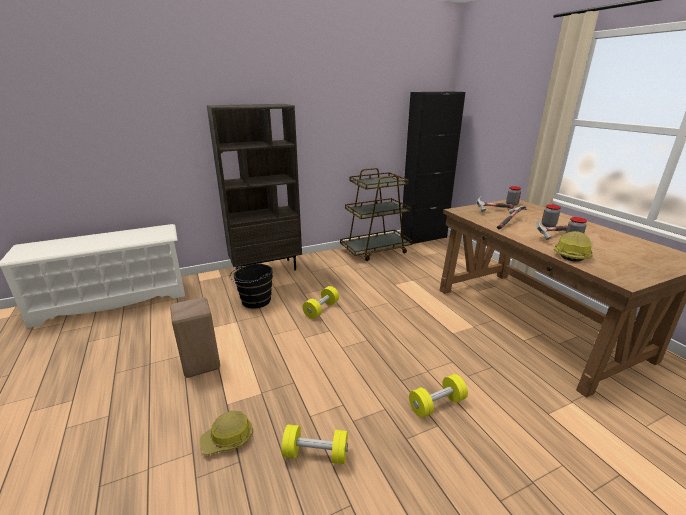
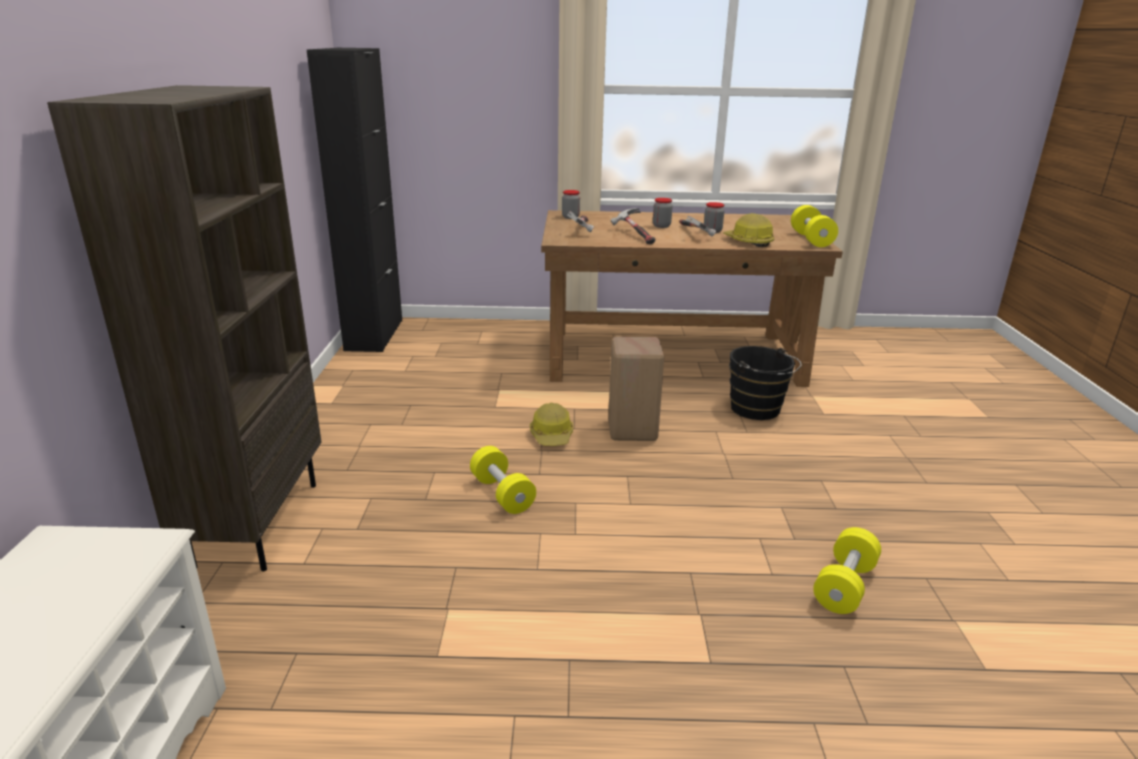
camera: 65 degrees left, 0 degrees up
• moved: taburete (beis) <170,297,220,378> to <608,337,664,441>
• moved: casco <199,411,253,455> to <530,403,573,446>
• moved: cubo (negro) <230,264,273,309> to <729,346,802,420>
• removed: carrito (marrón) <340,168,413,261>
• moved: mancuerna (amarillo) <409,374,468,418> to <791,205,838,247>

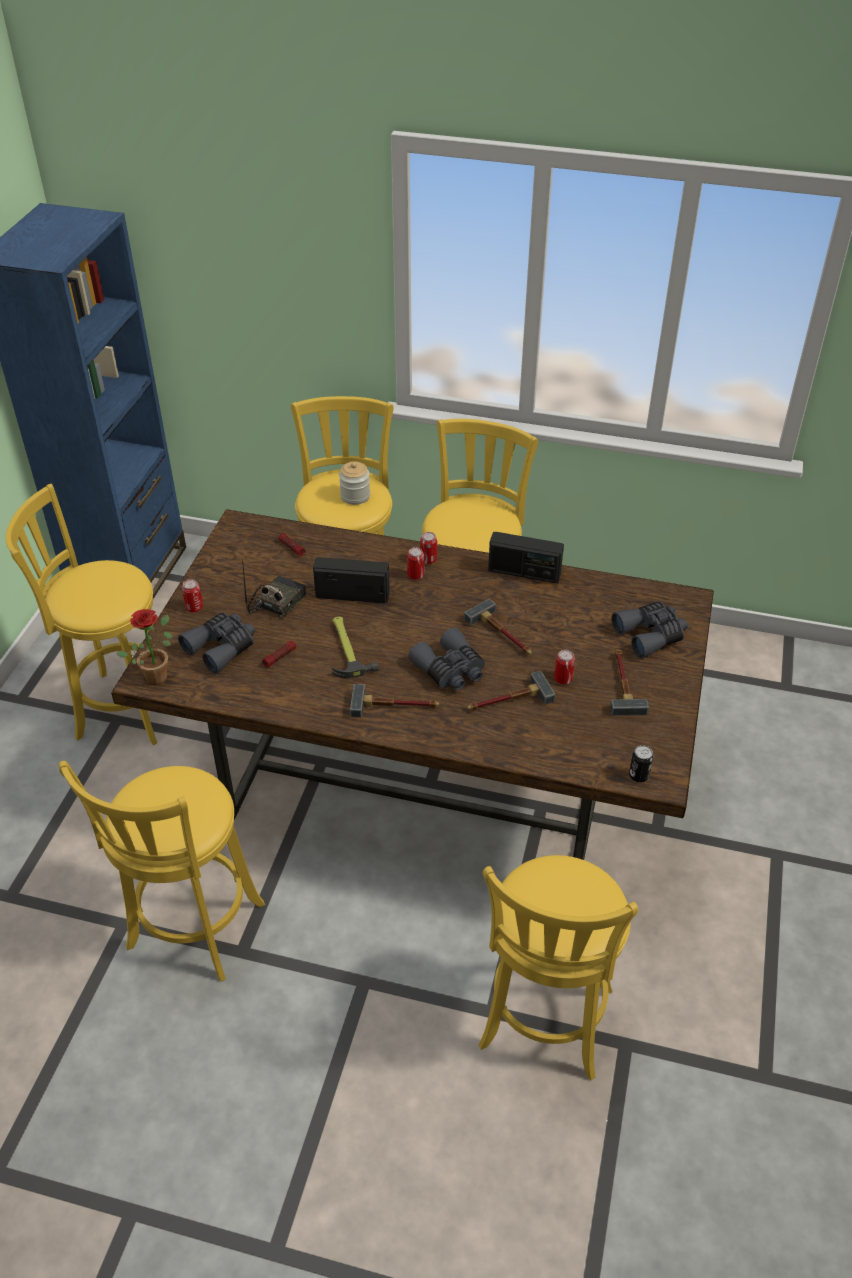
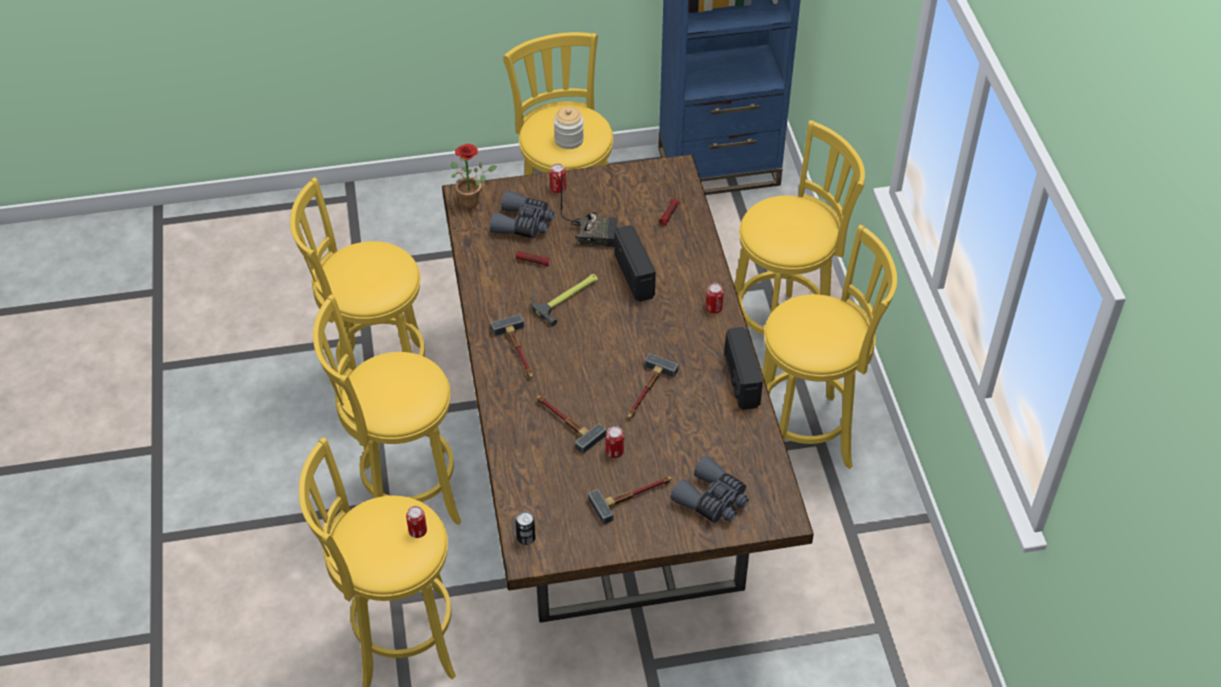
camera: 65 degrees right, 5 degrees up
• moved: tarro <339,461,370,505> to <554,107,584,149>
• moved: lata <407,547,424,580> to <406,506,427,538>
• removed: prismáticos (gris) <408,628,485,690>
• added: taburete (amarillo) <313,294,461,525>

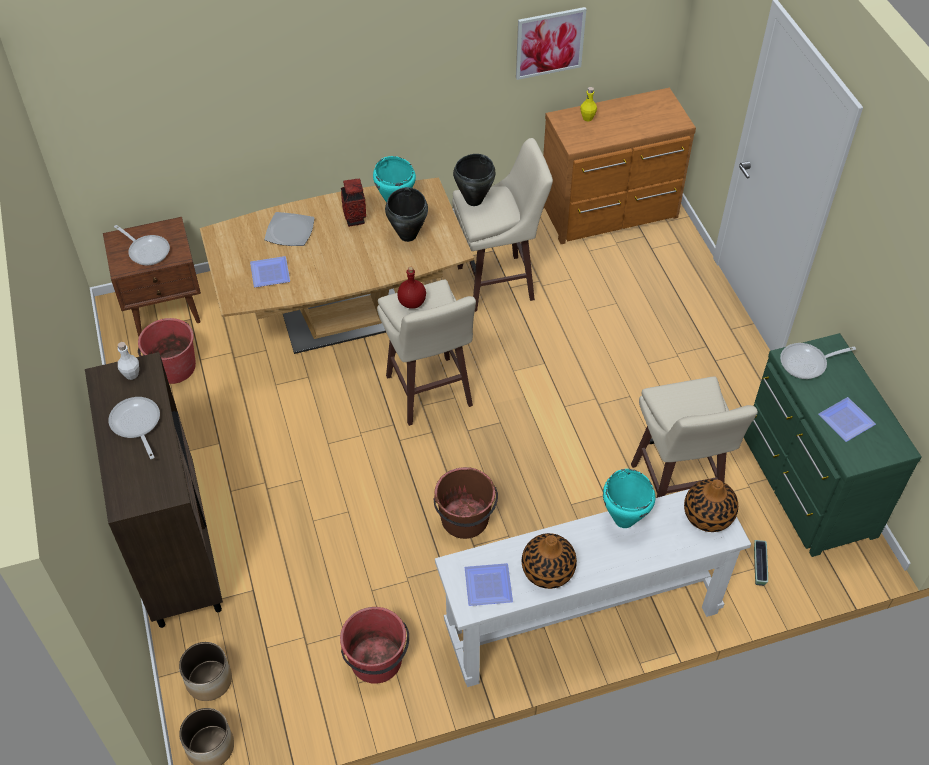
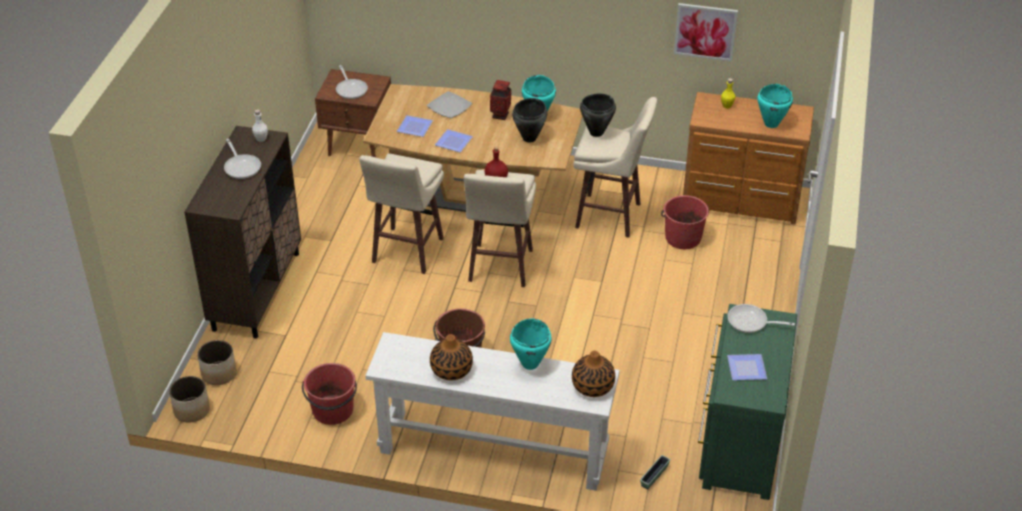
camera: 30 degrees right, 10 degrees down
• turned: sartén <109,397,160,459> = <224,139,261,179> 150 degrees clockwise
• moved: cubo (rojo) <138,318,196,384> to <661,195,709,249>
• moved: plato <465,563,513,606> to <435,129,473,152>
• moved: taburete (beis) <631,377,758,498> to <359,154,444,274>
• added: olla (turquesa) <757,84,793,128>

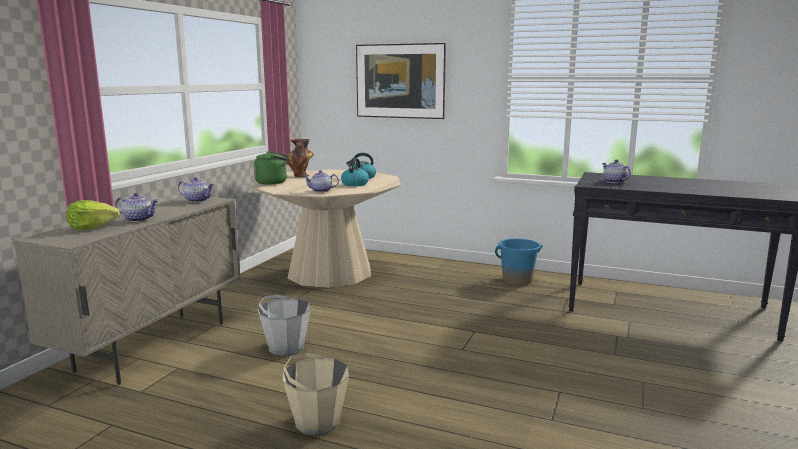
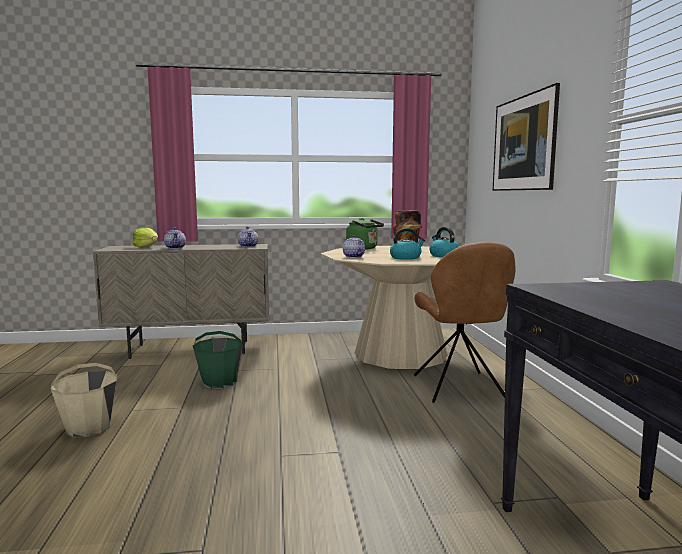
camera: 60 degrees right, 5 degrees down
• recoloured: cubo (gris) <258,295,311,356> to cubo (verde) <193,331,243,389>
• removed: cubo (azul) <495,238,543,286>
• removed: tetera <602,160,631,183>
• added: silla (marrón) <414,242,515,403>

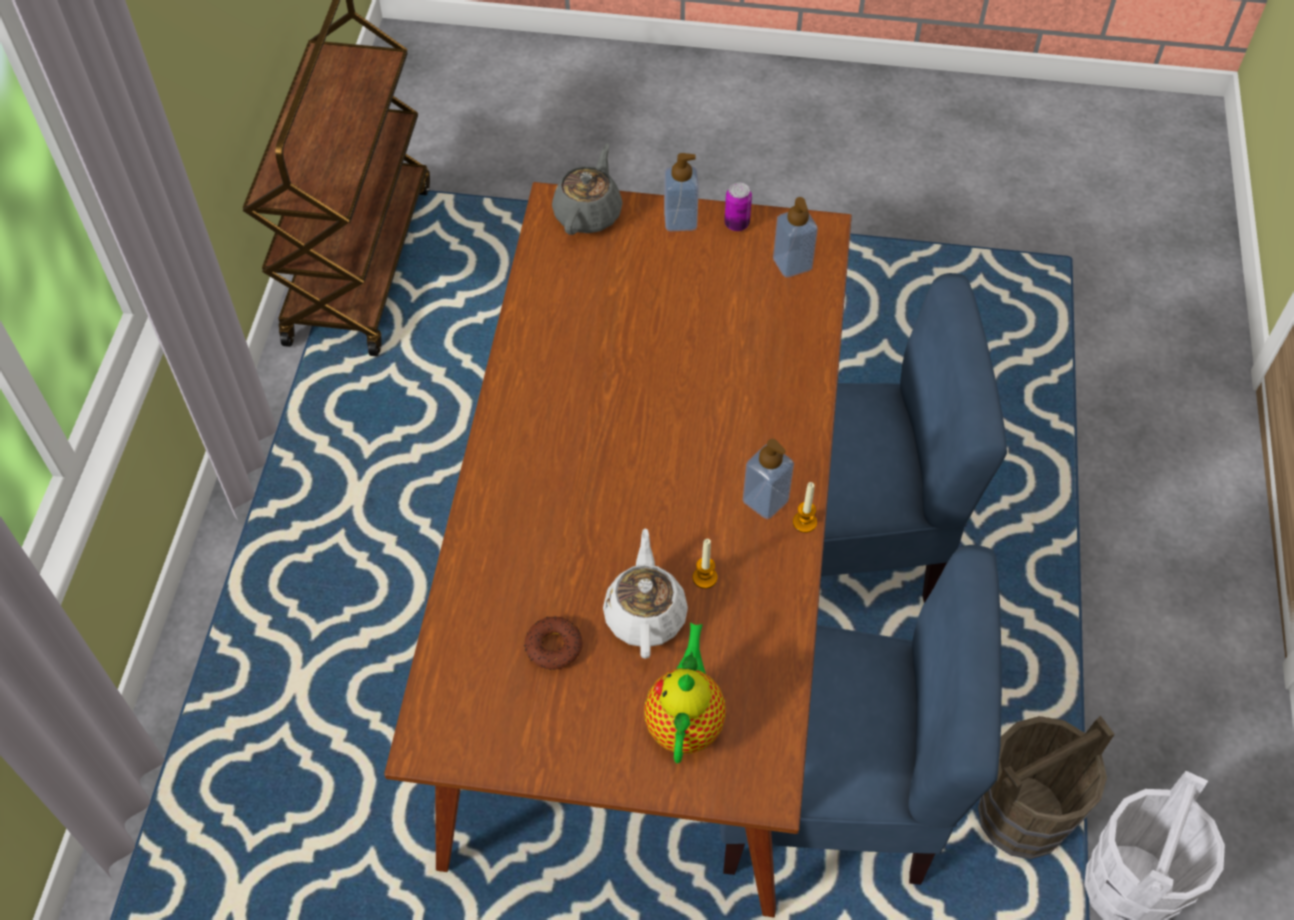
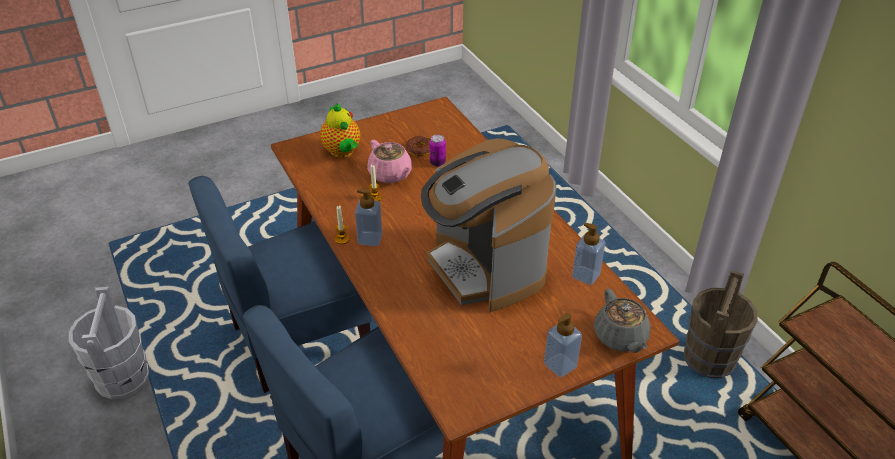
camera: 145 degrees right, 15 degrees down
• recoloured: tetera (blanco) <603,528,688,659> to tetera (rosa) <367,140,412,183>
• moved: lata <724,182,752,231> to <430,135,446,167>
• moved: dispensador de jabón <773,197,818,278> to <572,223,605,285>
• moved: cubo (marrón) <978,716,1115,859> to <684,270,758,378>
• added: cafetera <421,138,556,312>

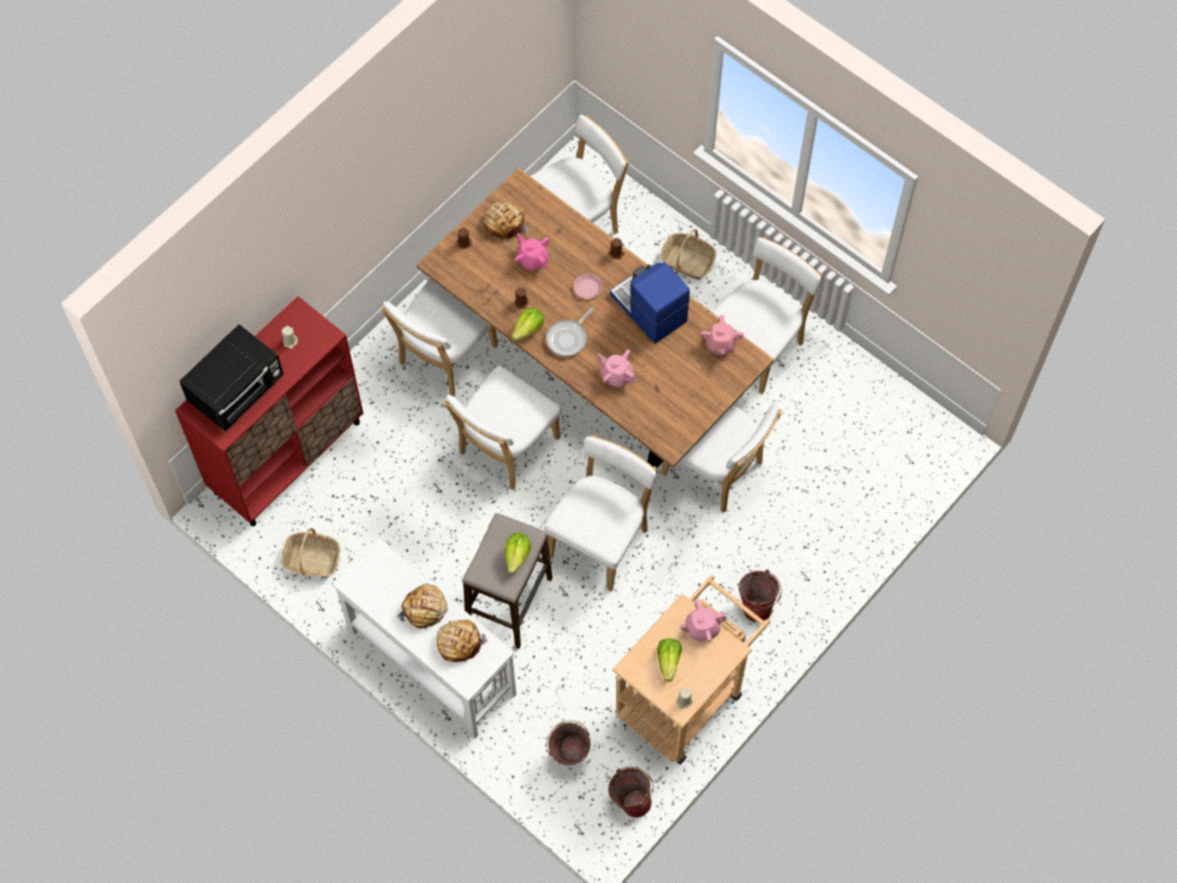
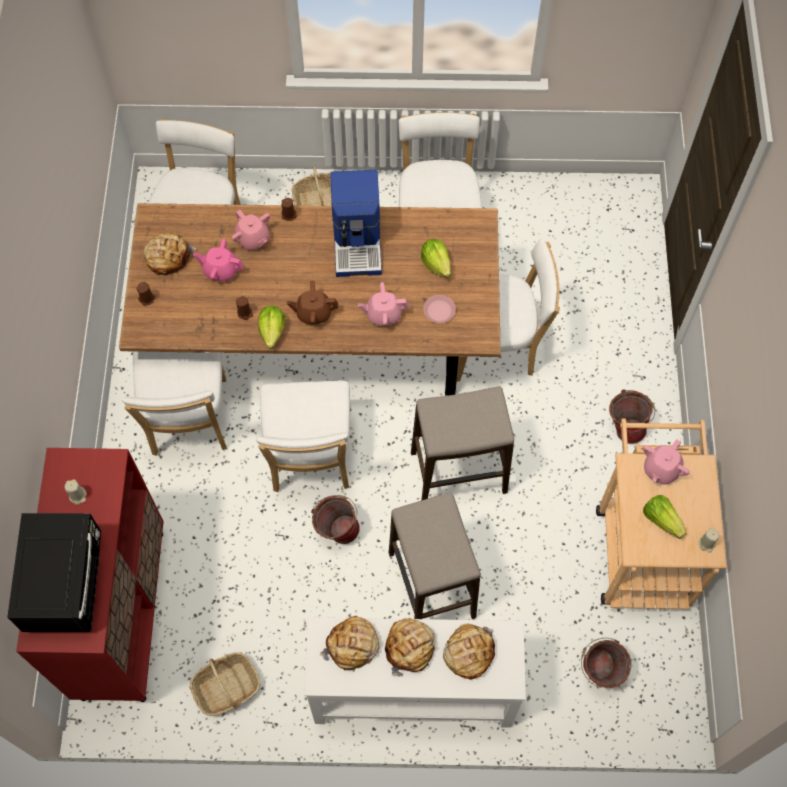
camera: 40 degrees left, 0 degrees up
• moved: lechuga <505,533,531,574> to <421,239,451,278>
• replaced: silla (blanco) <544,434,658,592> to taburete <411,387,514,500>
• replaced: sartén <546,307,594,357> to tetera (marrón) <287,281,338,324>
• moved: plato (rosa) <573,274,603,299> to <423,295,456,323>
• moved: cubo <608,767,654,818> to <311,495,360,544>
• turned: cafetera <610,263,690,344> = <330,170,382,277> 105 degrees counterclockwise
• moved: tetera (rosa) <700,315,744,355> to <232,210,270,251>
• added: pan <320,616,379,672>

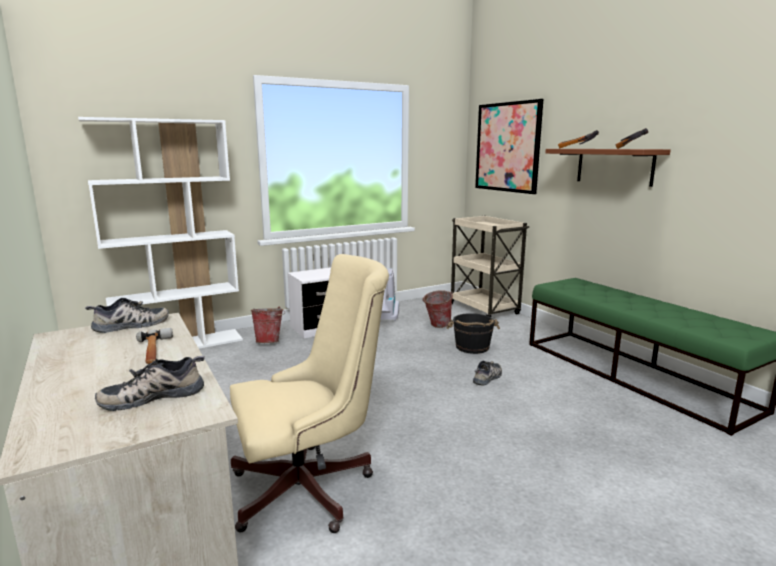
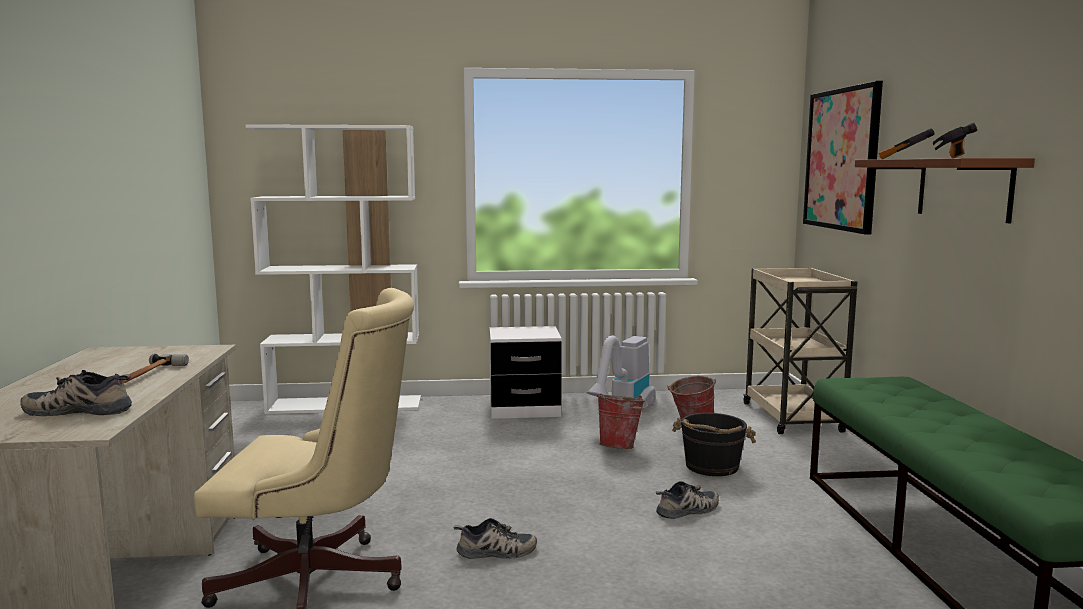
camera: 25 degrees right, 5 degrees down
• moved: zapato <85,298,169,333> to <454,518,537,559>
• moved: cubo <250,307,285,343> to <597,394,647,449>

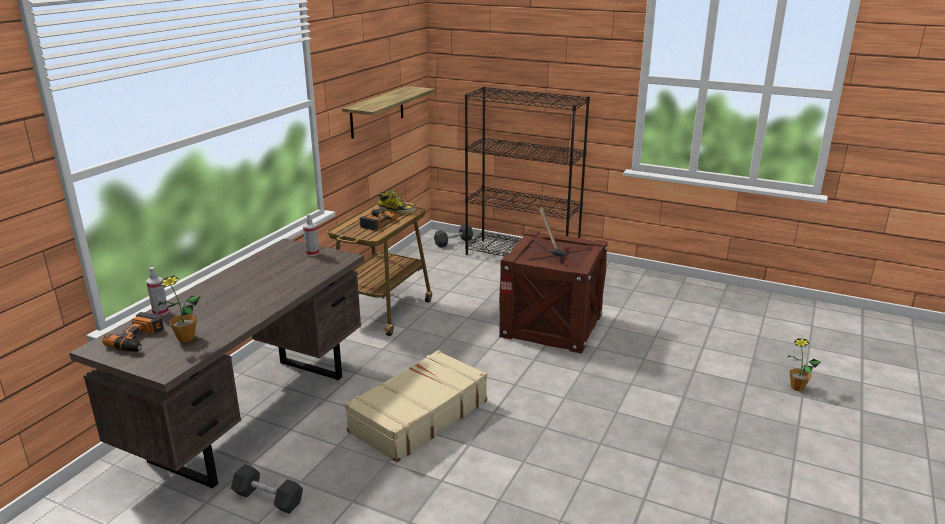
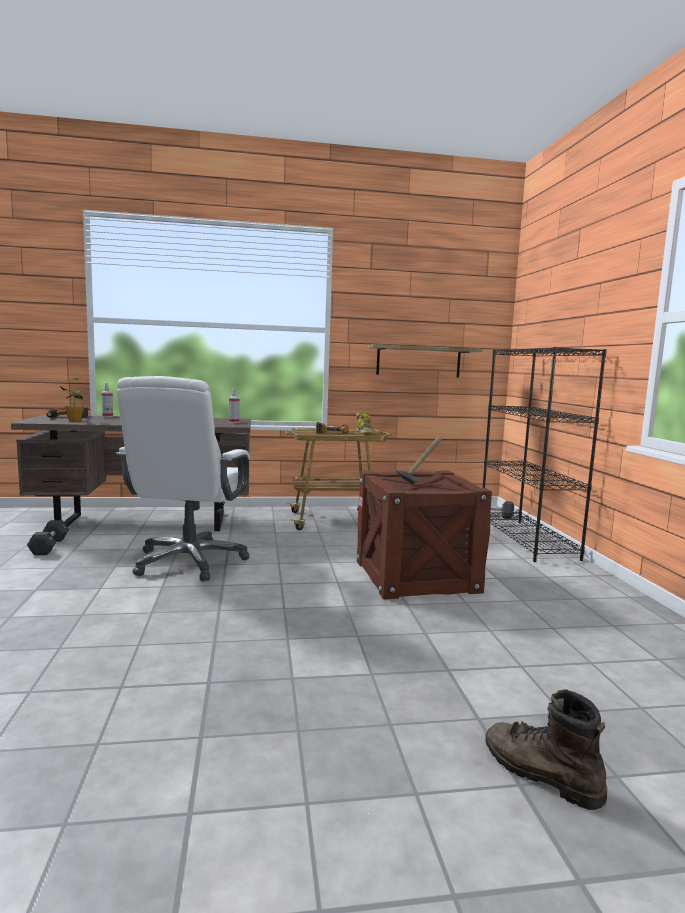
camera: 55 degrees right, 15 degrees down
• replaced: maleta (beis) <345,350,487,462> to silla de oficina (blanco) <116,376,250,581>
• replaced: planta en maceta <788,338,821,391> to bota (marrón) <485,689,607,810>

